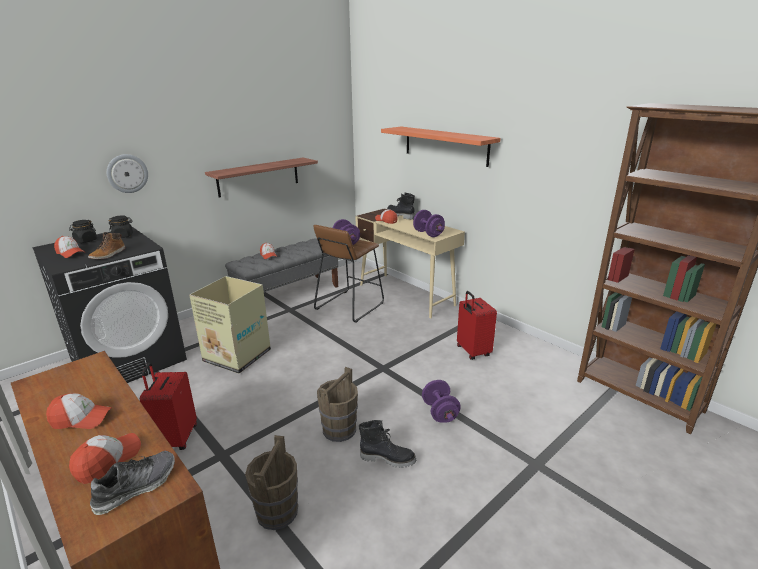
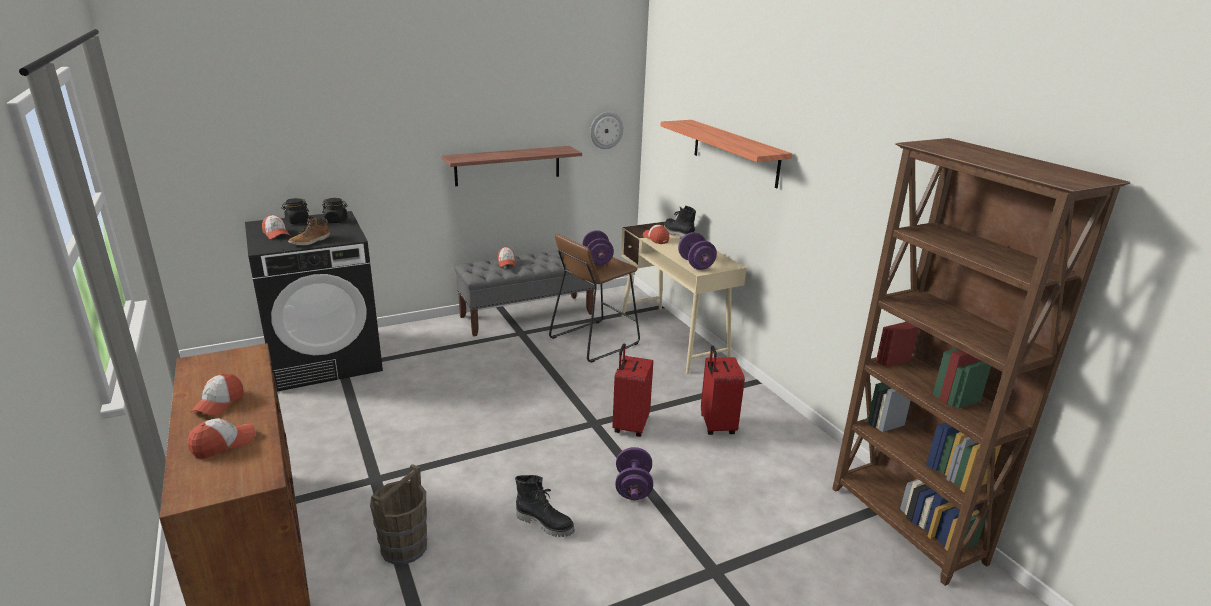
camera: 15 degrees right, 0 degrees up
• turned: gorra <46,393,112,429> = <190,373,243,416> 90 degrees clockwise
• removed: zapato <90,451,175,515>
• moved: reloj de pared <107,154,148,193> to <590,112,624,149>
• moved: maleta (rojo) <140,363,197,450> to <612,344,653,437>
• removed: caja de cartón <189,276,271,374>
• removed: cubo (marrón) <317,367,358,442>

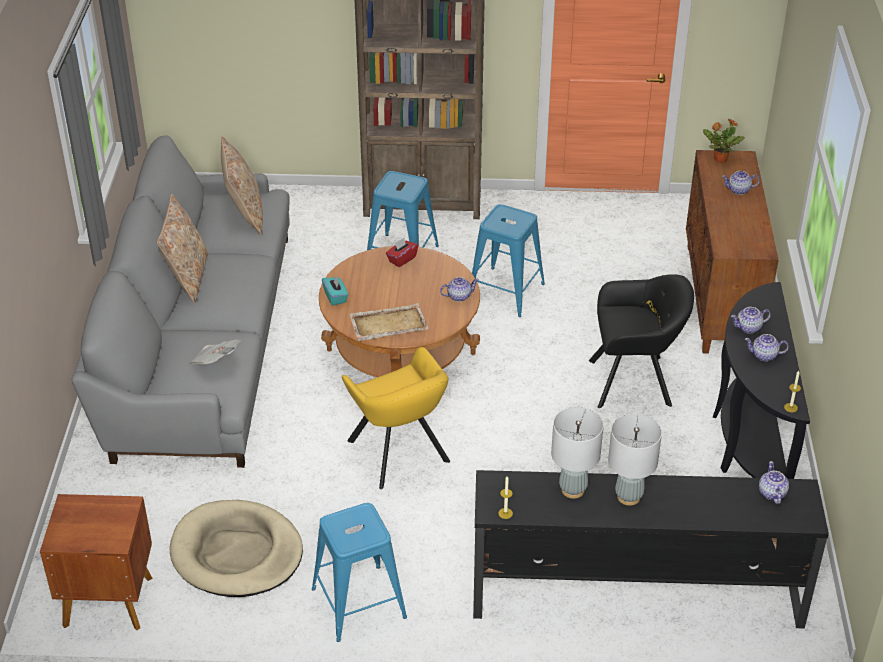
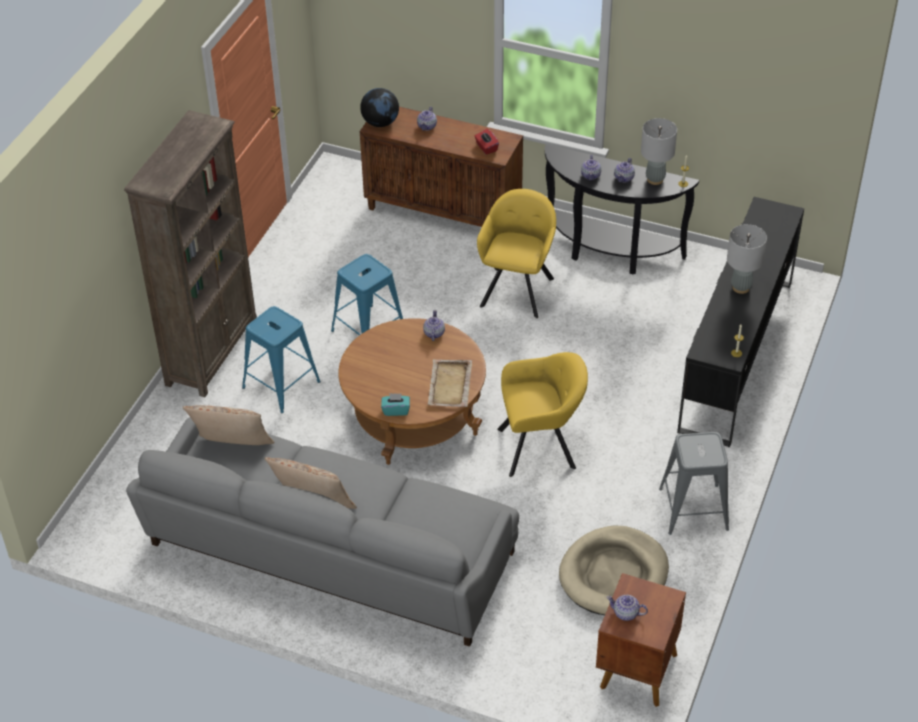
camera: 70 degrees left, 5 degrees up
• removed: periódico <191,339,241,364>
• recoloured: taburete (azul) <312,503,407,642> to taburete (gris) <659,432,729,535>
• moved: caja de pañuelos (rojo) <386,238,418,267> to <475,129,499,155>
• moved: lámpara de mesa (gris) <551,407,603,499> to <641,118,677,185>
• recoloured: sillón (negro) <589,274,694,408> to sillón (amarillo) <477,189,556,318>
• replaced: planta en maceta <703,119,745,163> to globo terráqueo <360,88,399,127>
• moved: tetera <759,461,789,504> to <607,595,648,621>

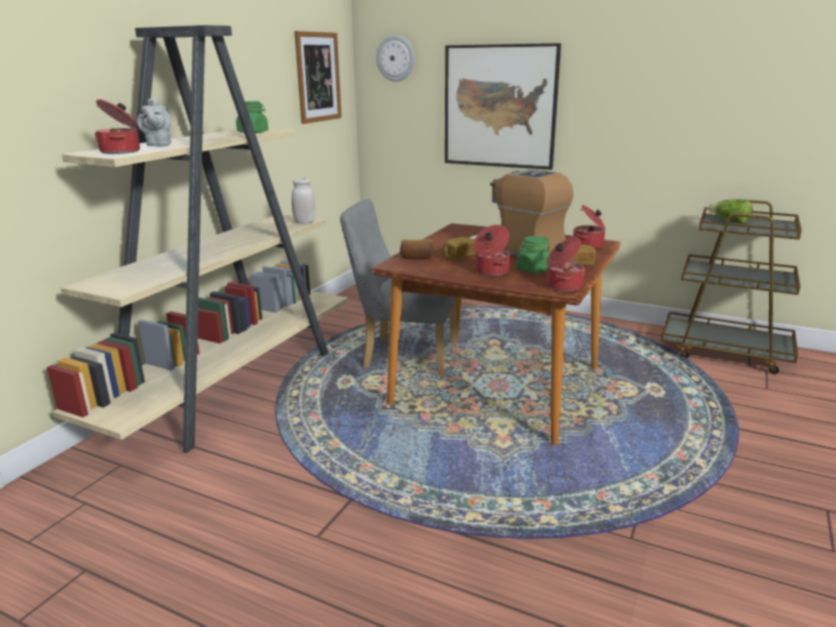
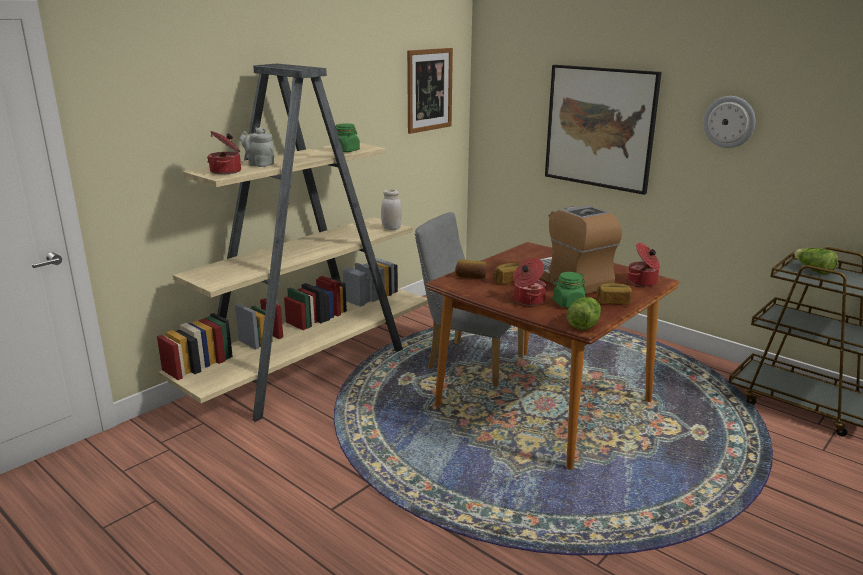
camera: 15 degrees right, 0 degrees up
• turned: tetera (gris) <137,97,171,146> = <240,127,275,167> 120 degrees clockwise
• moved: reloj de pared <376,35,415,82> to <703,96,756,148>
• replaced: olla <546,237,586,291> to lechuga <567,297,601,330>

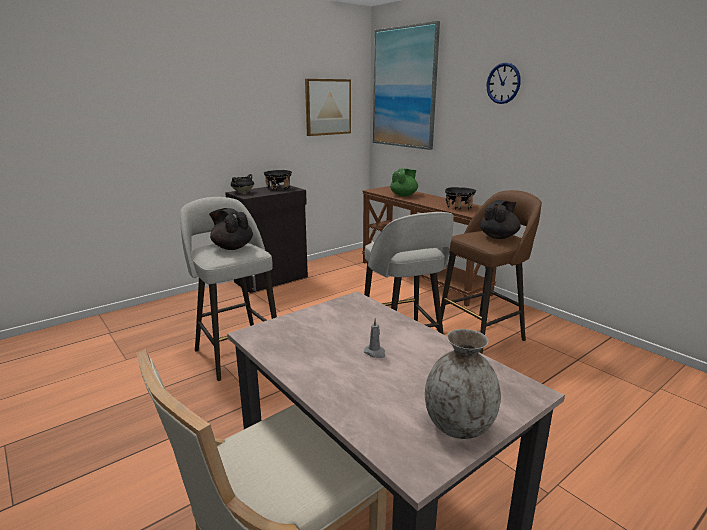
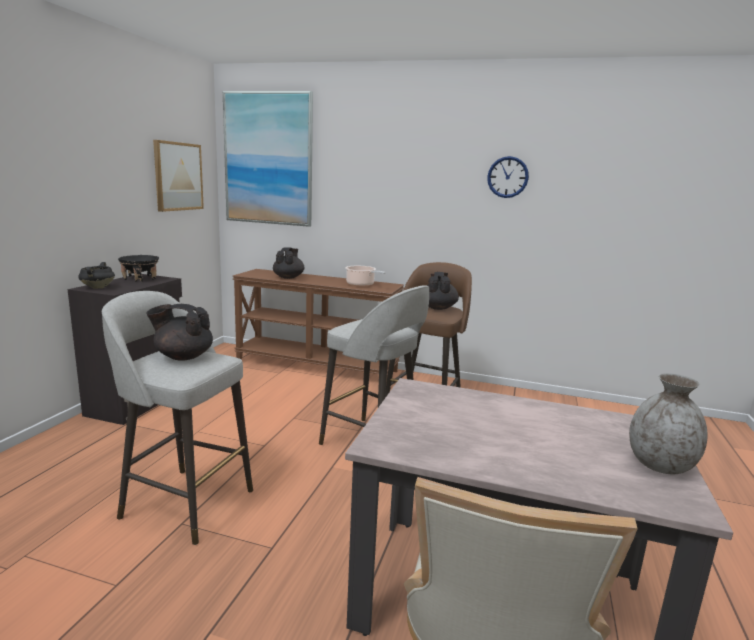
camera: 35 degrees left, 5 degrees down
• removed: vela (gris) <364,318,385,358>
• recoloured: tetera (verde) <390,168,418,196> to tetera (negro) <273,247,305,279>
• replaced: cuenco (negro) <445,187,476,209> to olla <345,266,386,287>
• moved: reloj de pared <487,63,521,104> to <487,156,529,198>

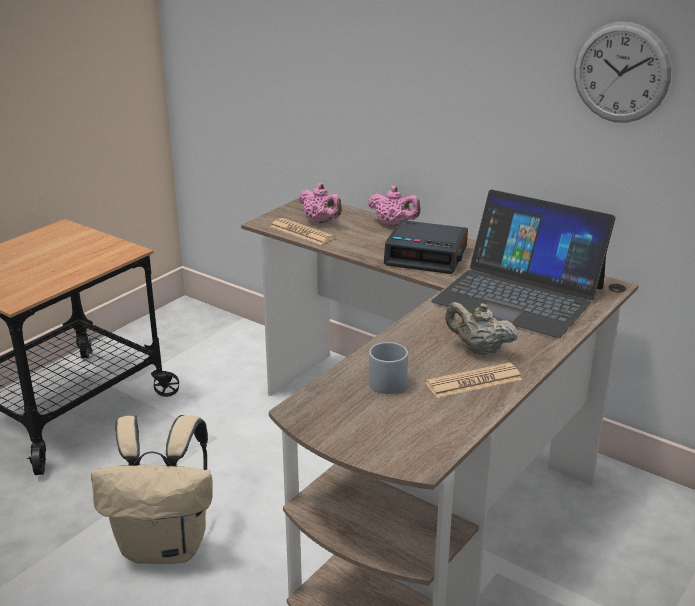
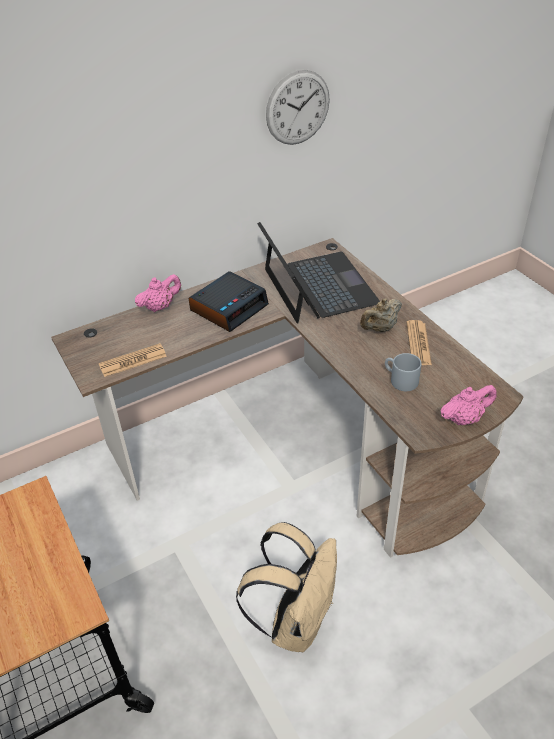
camera: 65 degrees left, 15 degrees up
• moved: tetera (rosa) <299,183,342,223> to <440,385,496,425>
• turned: portátil <431,189,615,338> = <257,222,380,324> 75 degrees counterclockwise

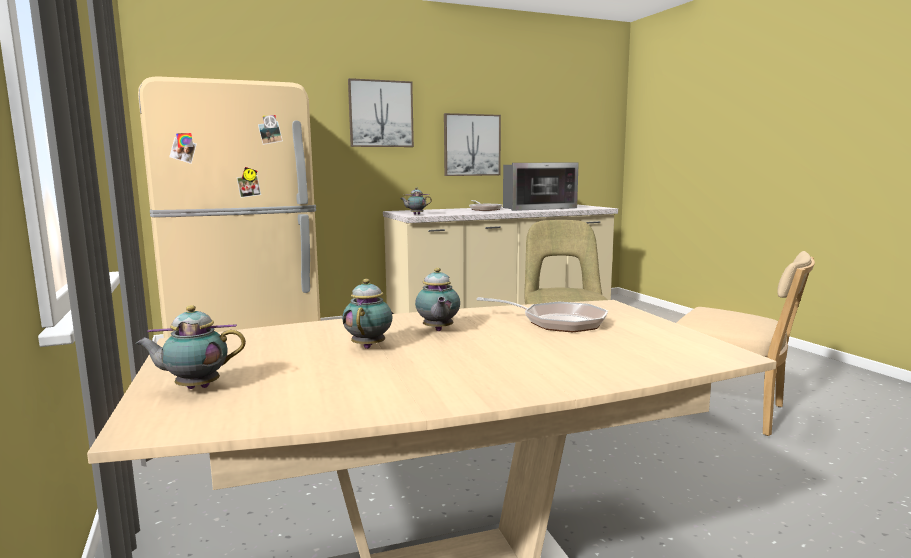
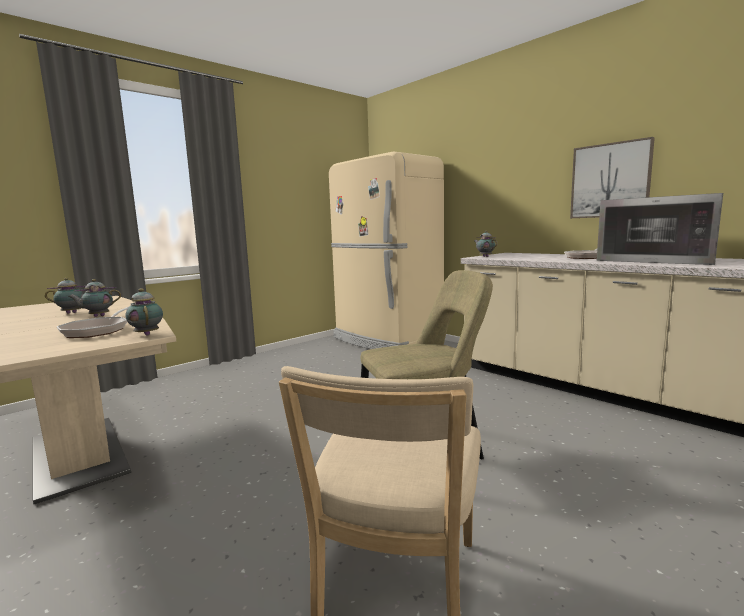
camera: 70 degrees right, 0 degrees up
• moved: tetera <135,305,246,389> to <125,288,163,335>
• removed: cuadro <348,78,414,147>

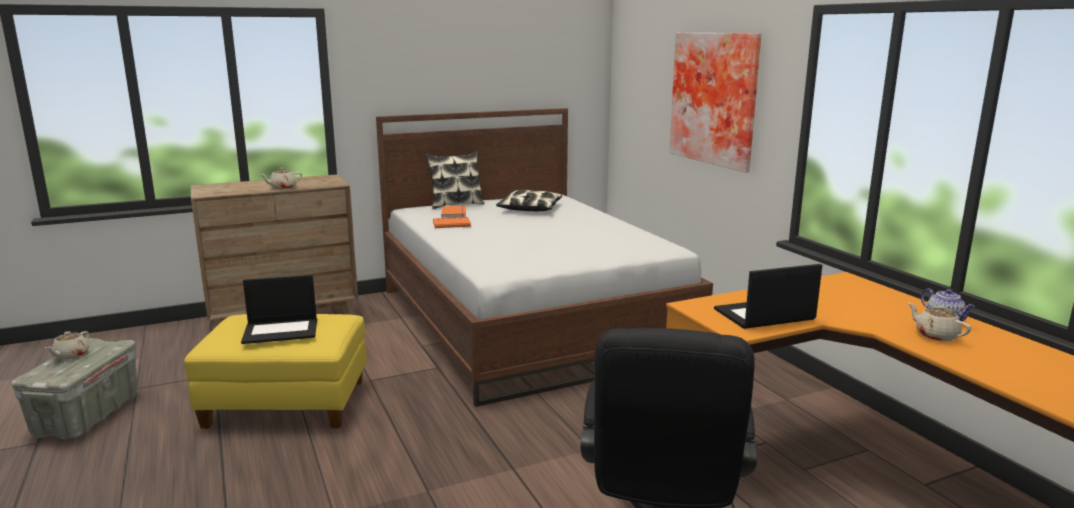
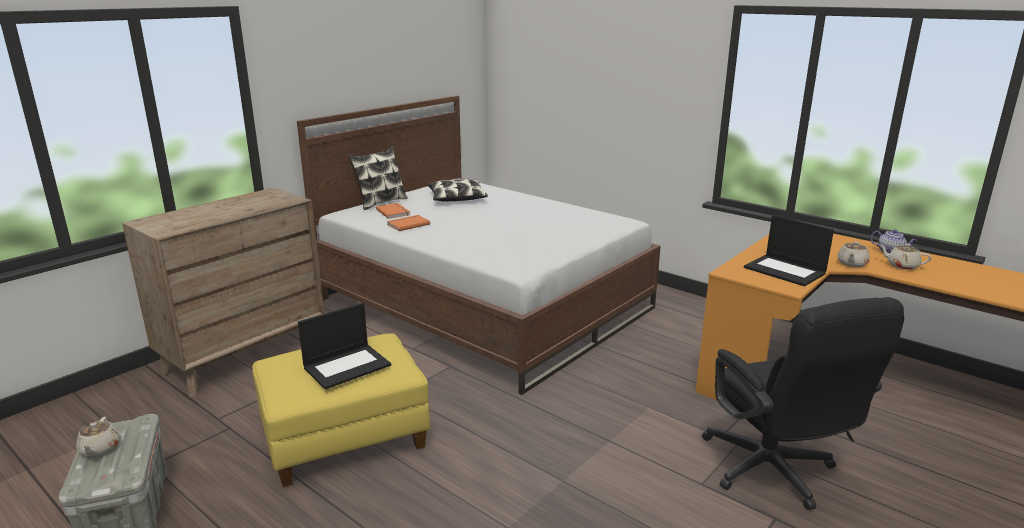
camera: 25 degrees left, 5 degrees up
• moved: tetera (beis) <259,168,302,189> to <838,242,870,267>
• removed: cuadro <669,33,761,173>
• turned: portátil <714,264,822,329> = <744,215,834,286> 90 degrees counterclockwise

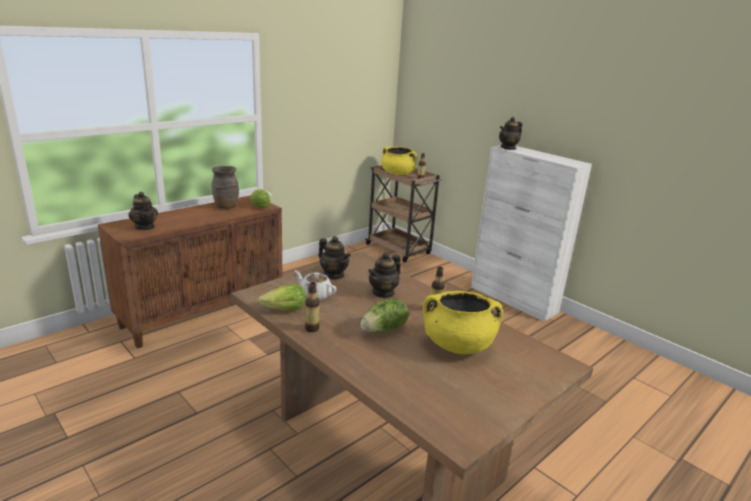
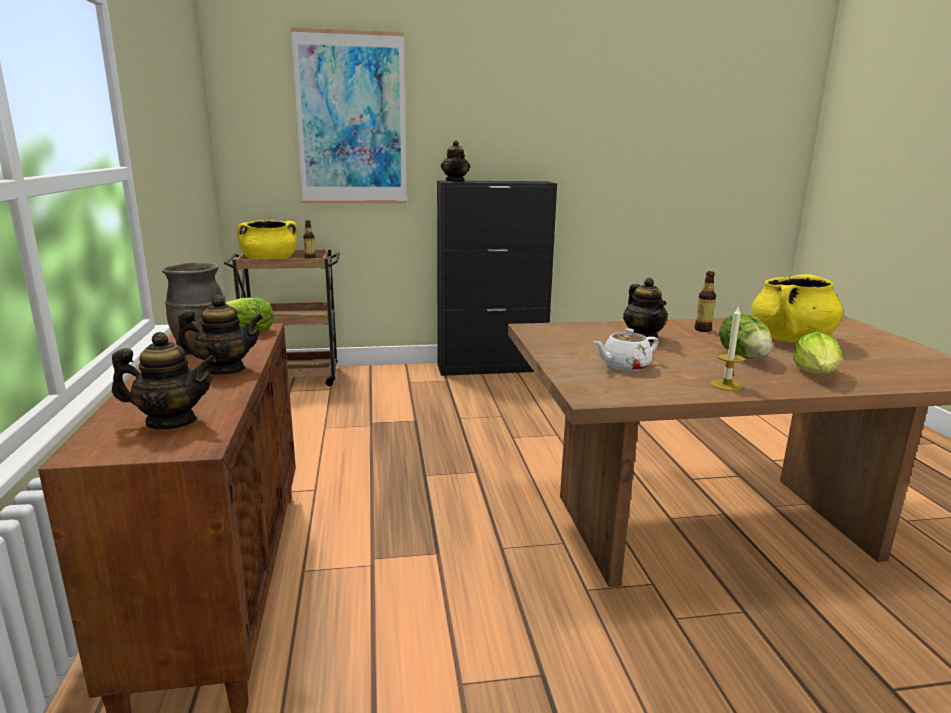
camera: 55 degrees left, 5 degrees down
• moved: lechuga <257,284,306,310> to <793,332,842,375>
• replaced: botella <305,282,320,332> to vela <711,306,745,391>
• moved: tetera <318,236,351,279> to <176,295,264,375>
• recoloured: armario (blanco) <471,145,592,321> to armario (negro) <437,180,557,376>
• added: cuadro <291,28,407,204>

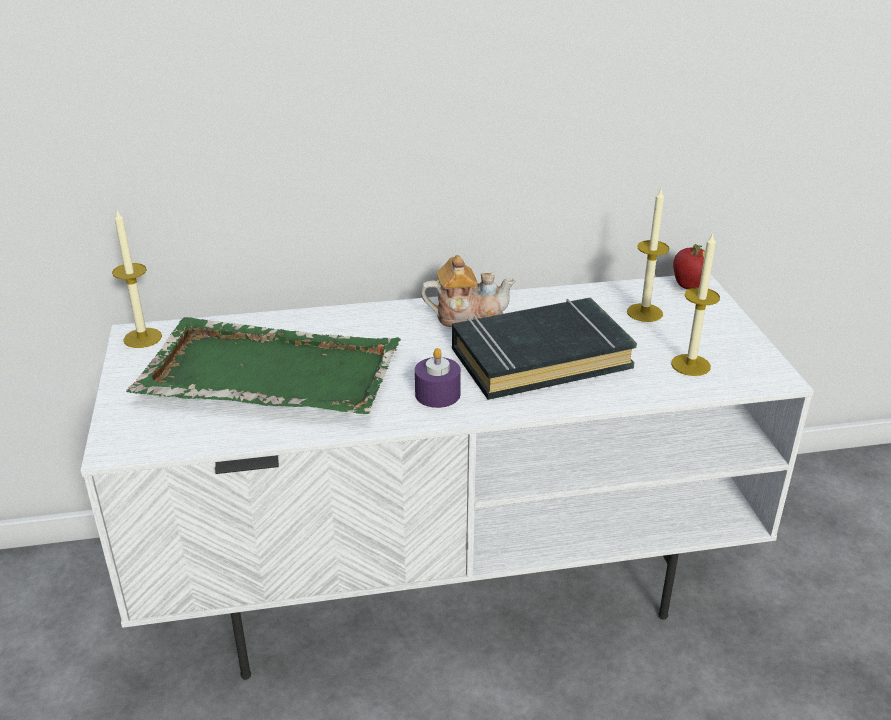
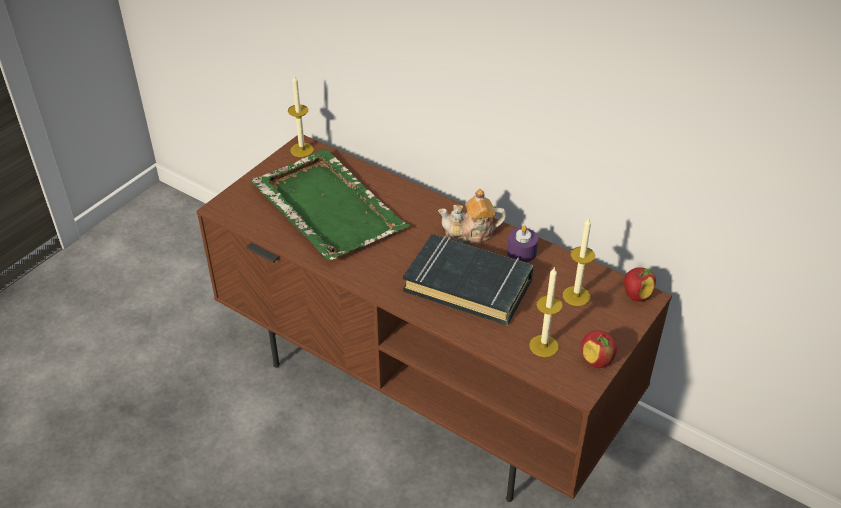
camera: 45 degrees right, 10 degrees up
• recoloured: mueble de televisión (blanco) <80,274,814,680> to mueble de televisión (marrón) <196,135,672,502>
• moved: vela (morado) <415,348,461,408> to <507,225,538,262>
• turned: tetera <421,255,516,327> = <438,189,506,245> 135 degrees clockwise
• added: manzana <581,330,617,368>

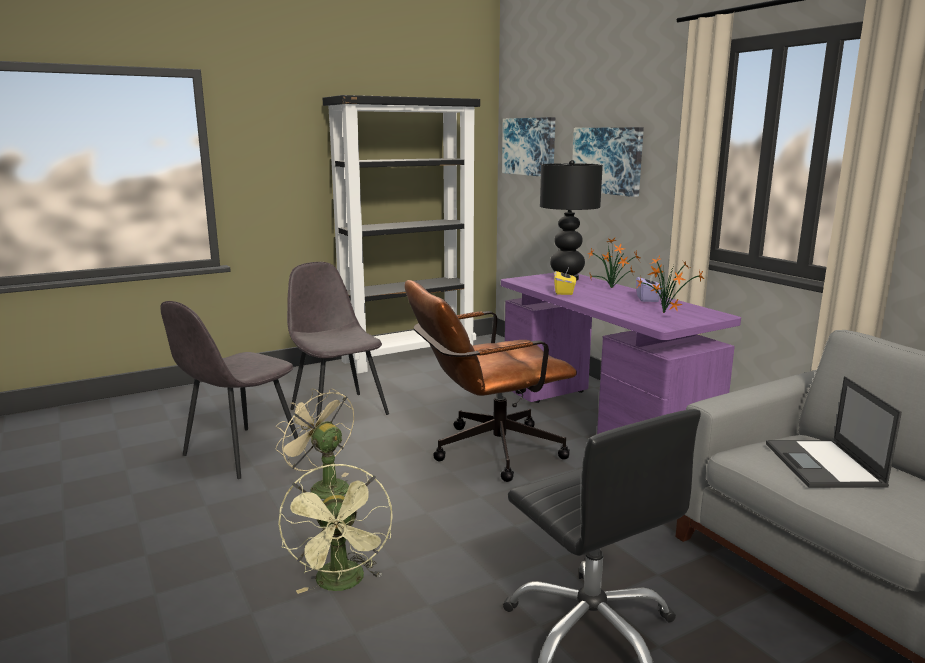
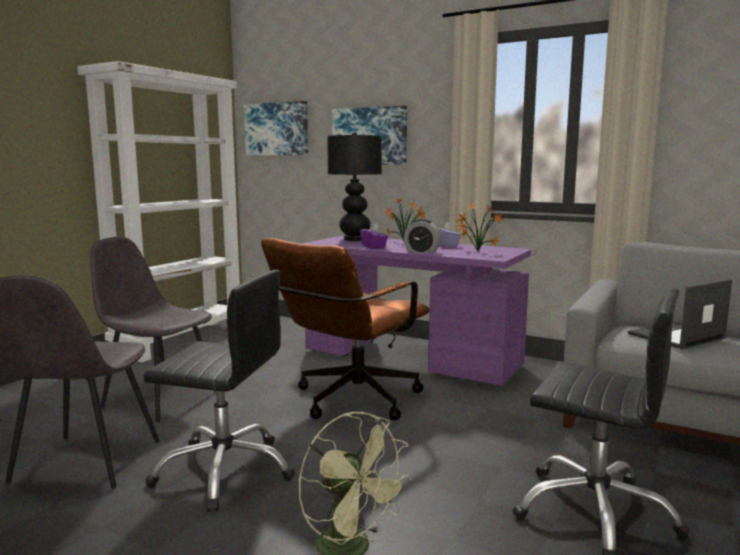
camera: 30 degrees left, 5 degrees down
• replaced: ventilador (beis) <276,388,354,502> to silla de oficina (negro) <143,270,295,512>
• recoloured: estantería (negro) <322,95,480,374> to estantería (blanco) <77,61,240,362>
• recoloured: caja de pañuelos (amarillo) <554,267,576,295> to caja de pañuelos (morado) <360,224,388,249>
• turned: portátil <766,376,902,488> = <628,279,732,349> 90 degrees clockwise
• added: despertador <404,219,441,254>

